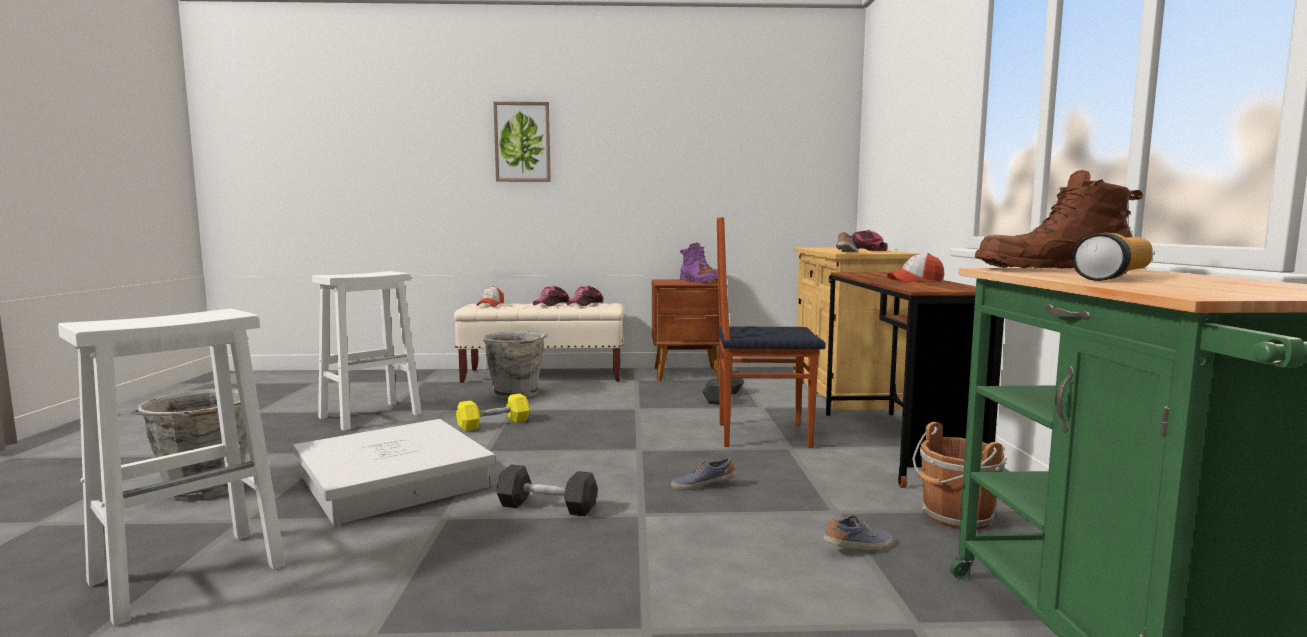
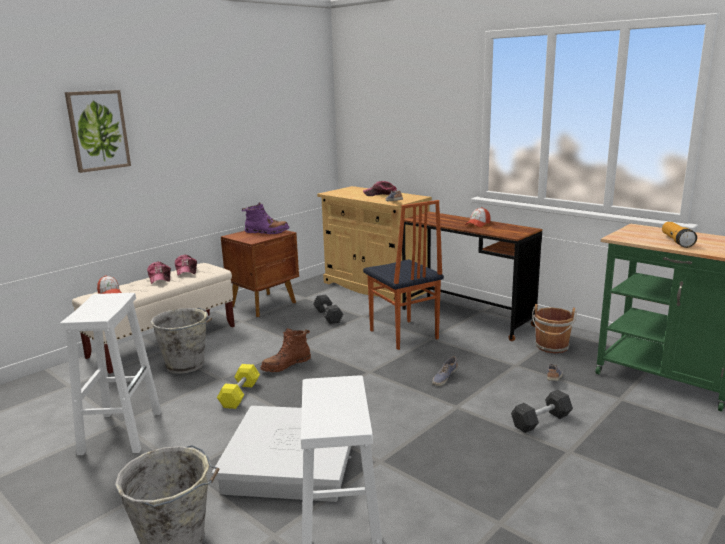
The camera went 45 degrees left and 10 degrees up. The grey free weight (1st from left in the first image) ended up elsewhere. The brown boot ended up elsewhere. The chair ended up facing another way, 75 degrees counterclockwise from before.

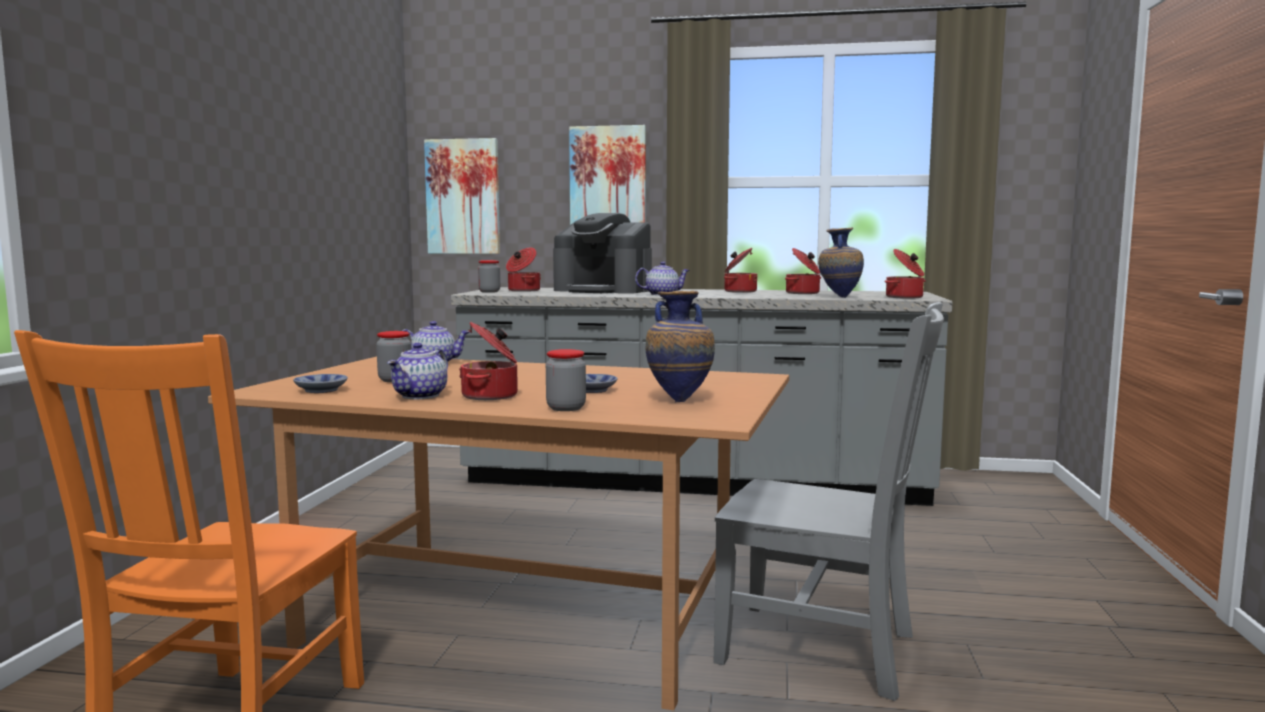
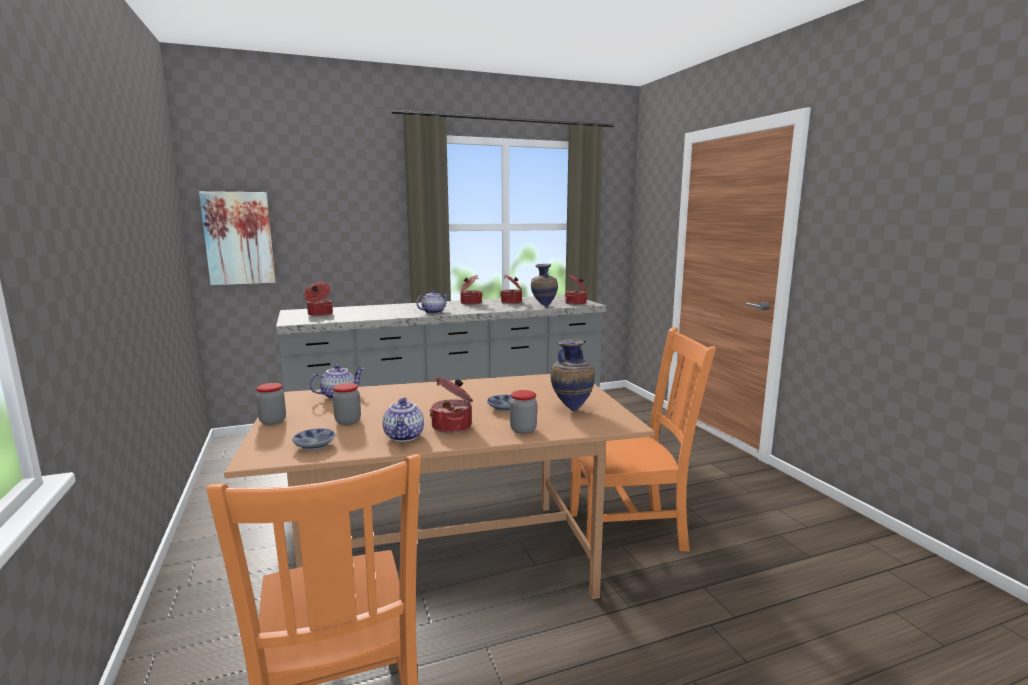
The camera went 30 degrees left and 5 degrees up. The second view lost the coffee brewer. The second view lost the picture (2nd from left). The storage jar (2nd from left in the first image) ended up elsewhere. What was the grey chair turned into the orange chair (2nd from left).

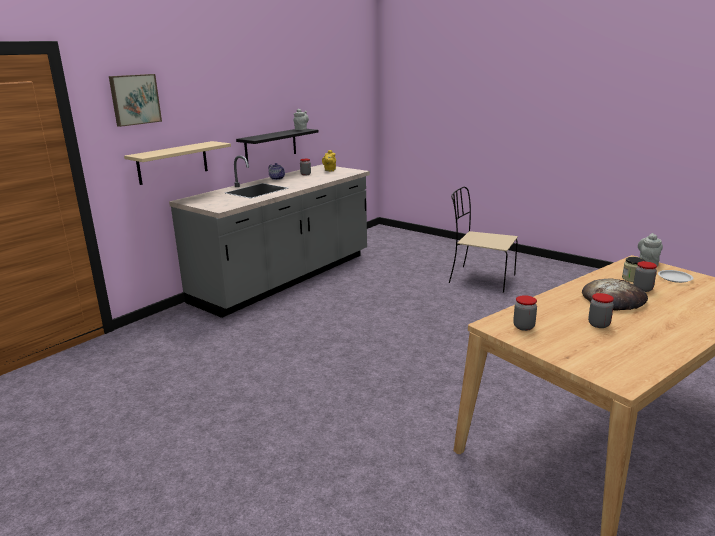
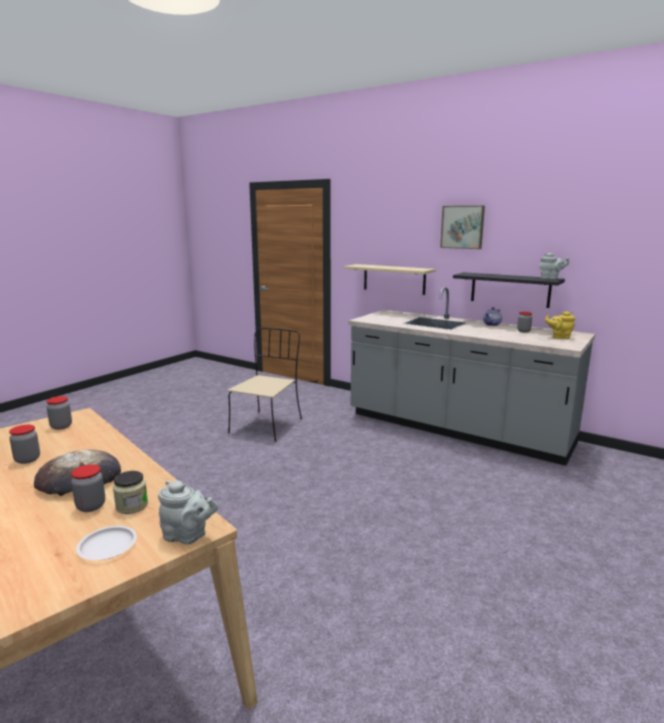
The camera went 85 degrees right and 5 degrees down. The picture ended up elsewhere. The beige-coloured chair ended up elsewhere.

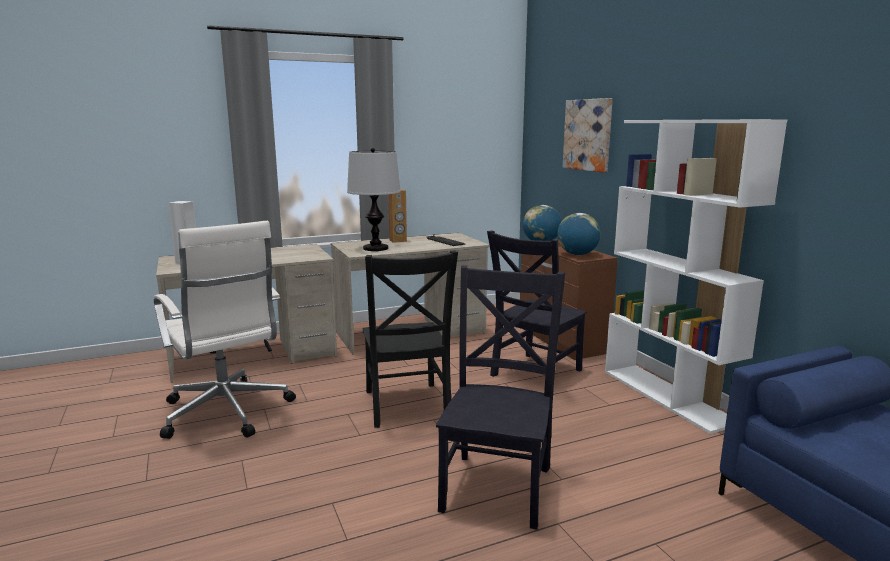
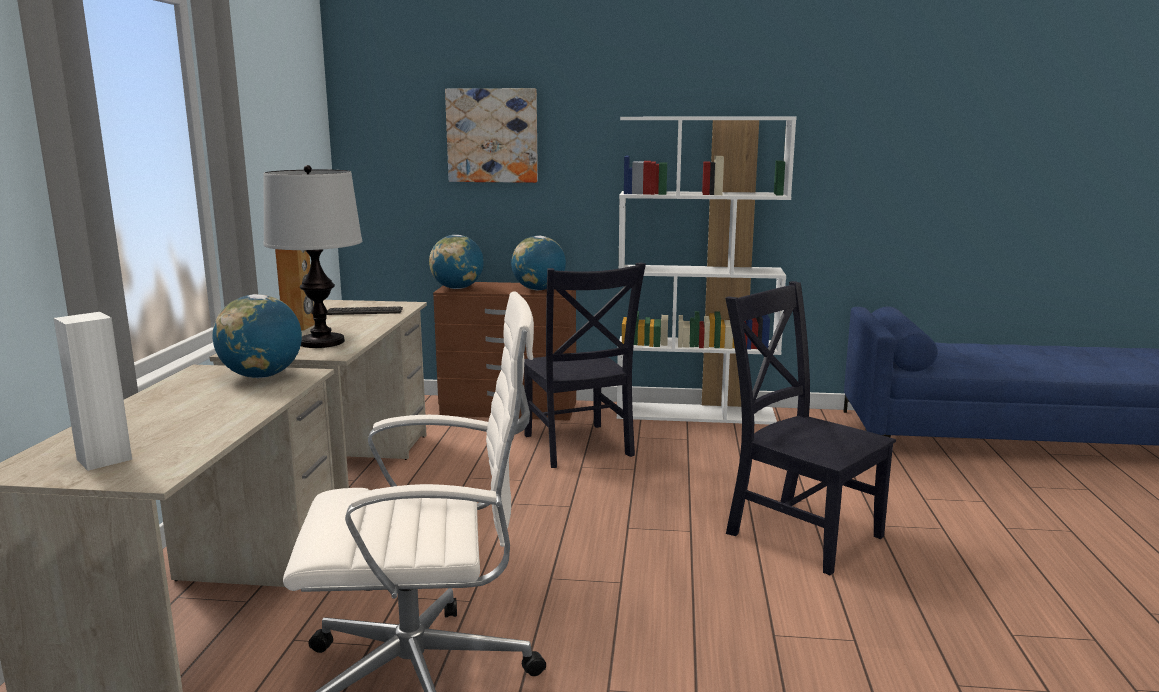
The camera went 60 degrees left and 0 degrees up. The second view lost the black-coloured chair (1st from left). The second view gained the desk globe (1st from left).

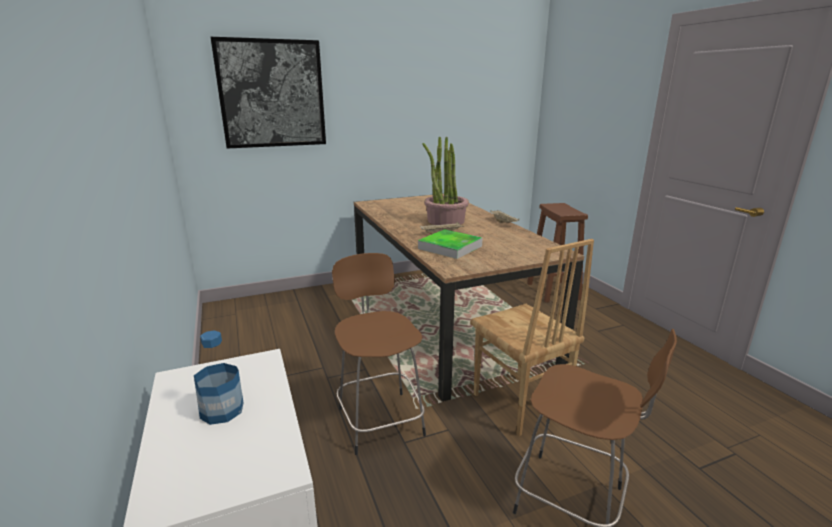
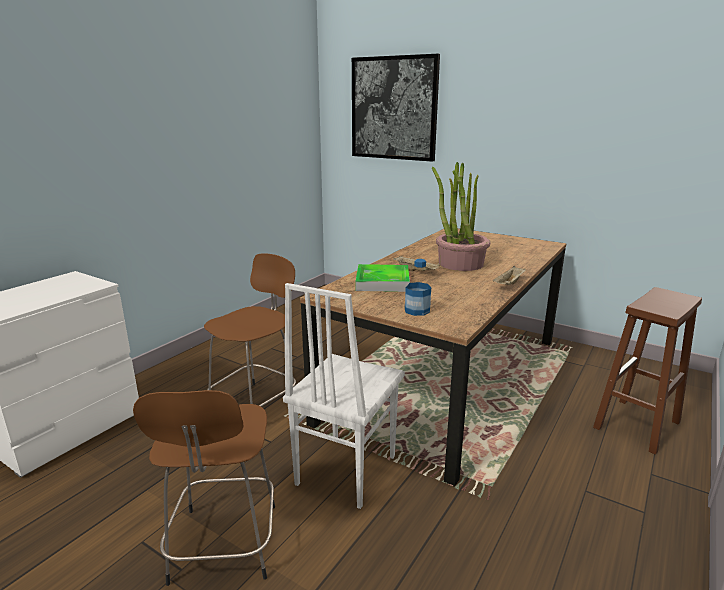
The camera went 55 degrees right and 0 degrees up. The beverage bottle ended up elsewhere. What was the brown chair turned into the white chair.

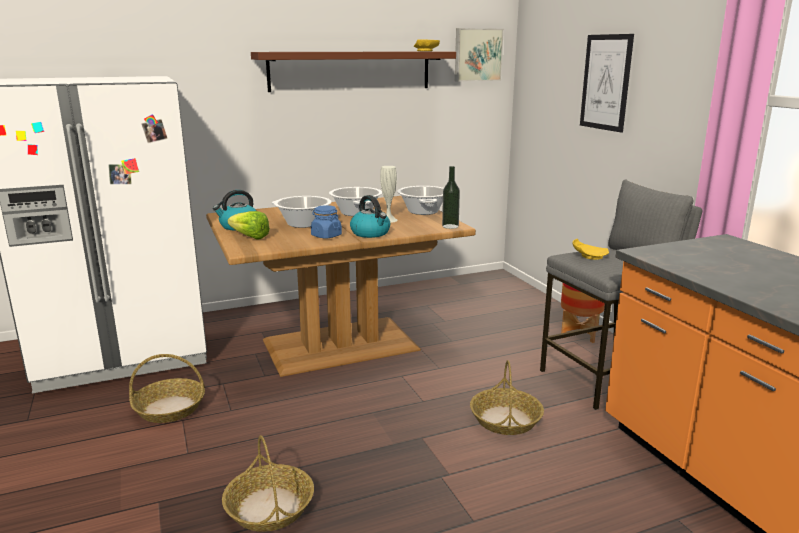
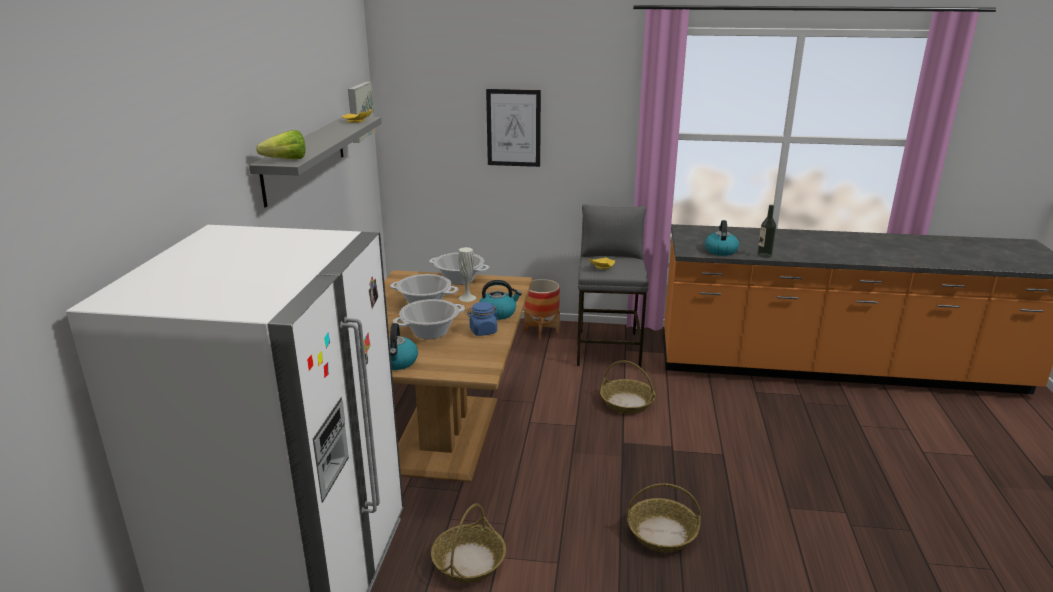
The camera went 60 degrees left and 5 degrees up. The second view gained the water kettle (3rd from left). The lettuce ended up elsewhere. The beverage bottle ended up elsewhere. What was the brown wall shelf turned into the grey wall shelf.

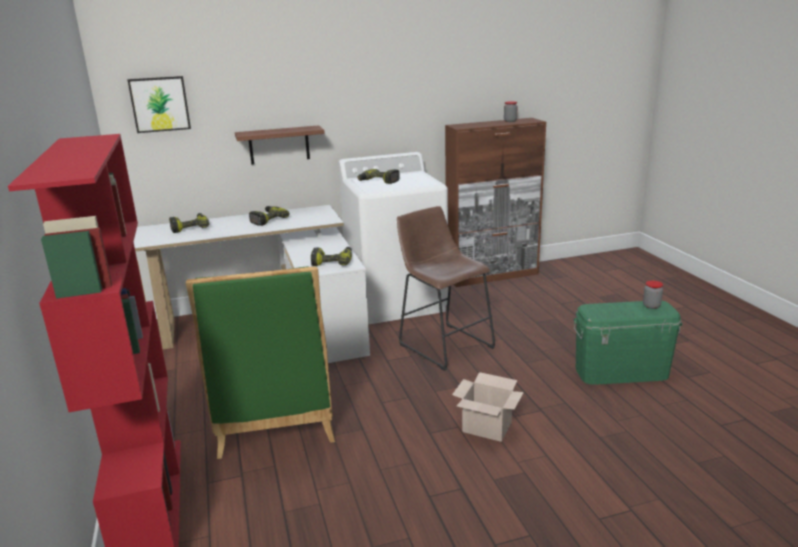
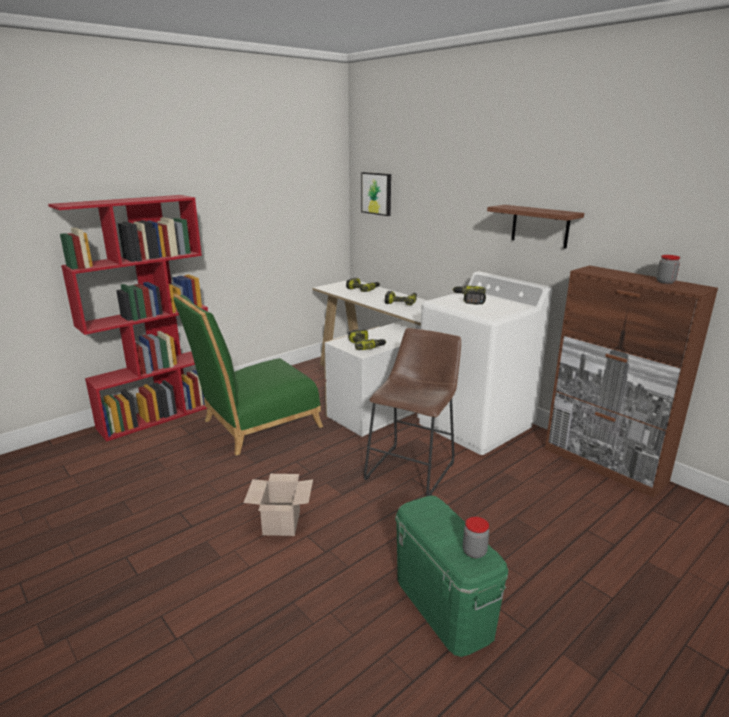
The camera went 65 degrees right and 0 degrees up. The wall shelf ended up elsewhere.

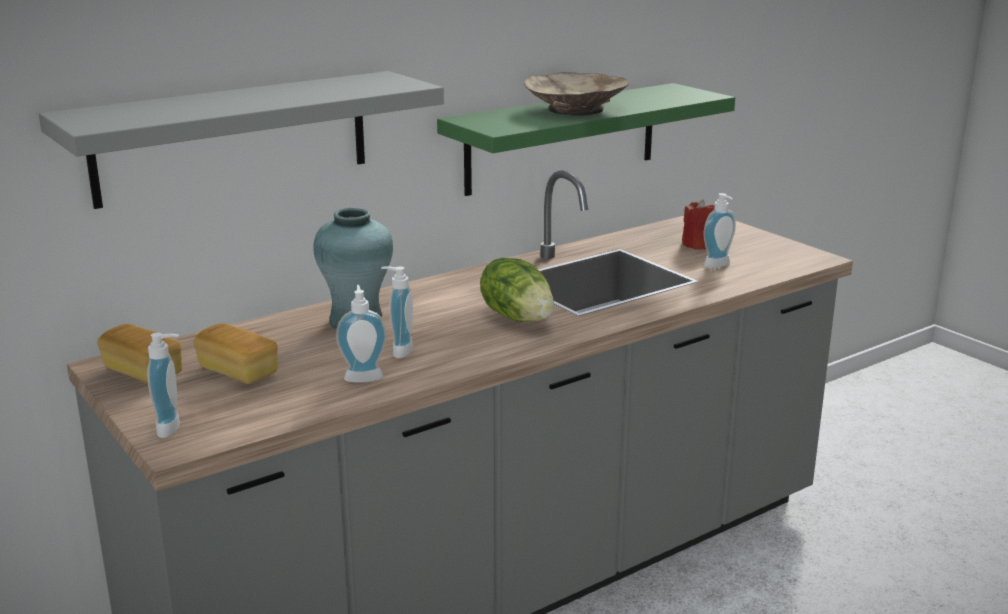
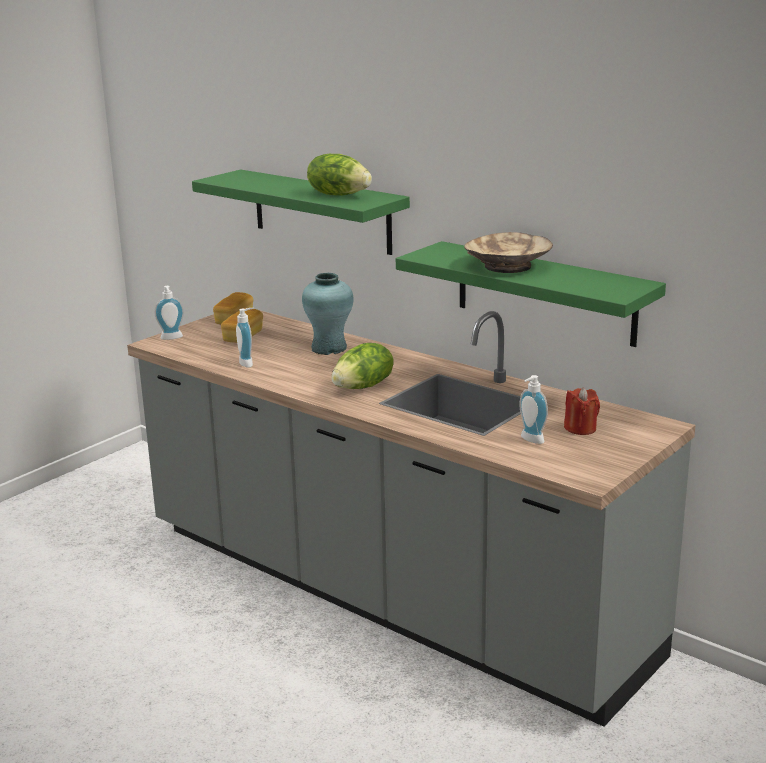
The camera went 75 degrees right and 0 degrees up. The second view lost the soap bottle (3rd from left). The second view gained the lettuce (1st from left). What was the grey wall shelf turned into the green wall shelf (1st from left).

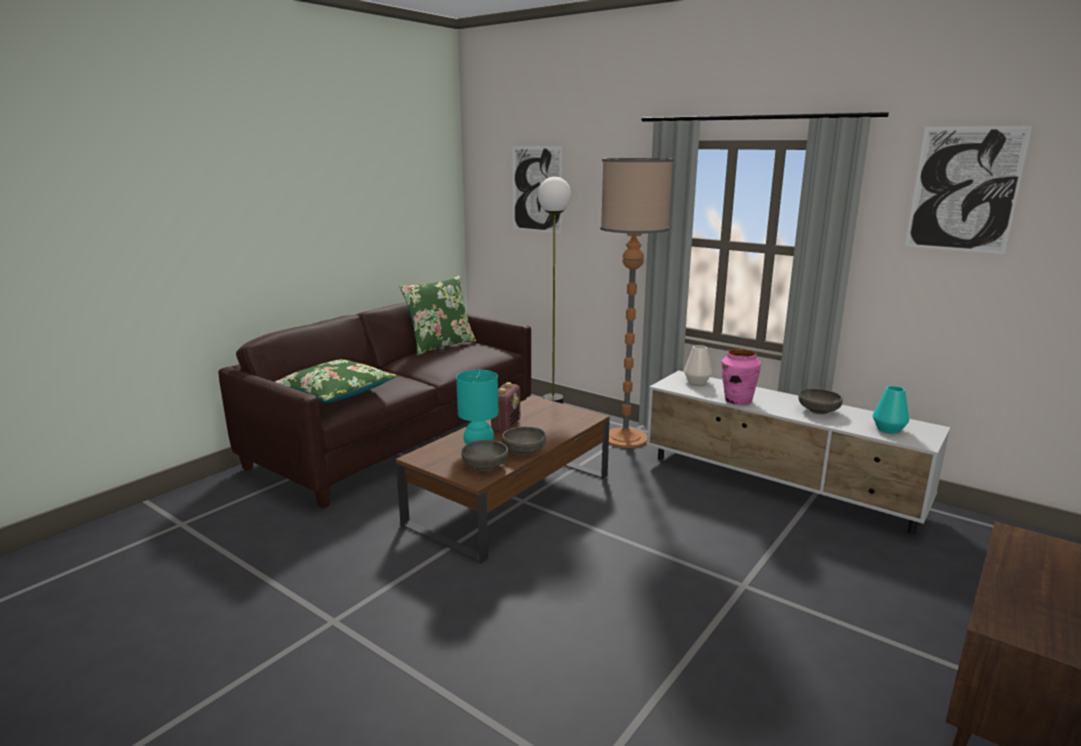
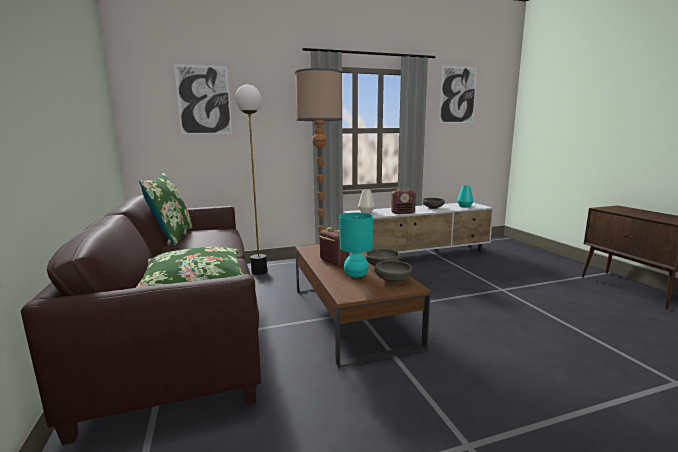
The camera went 55 degrees left and 5 degrees down. Where the pinkish vase stood, the radio (2nd from left) came to stand.

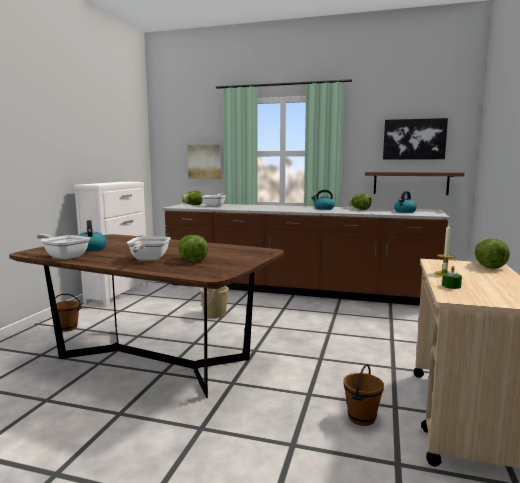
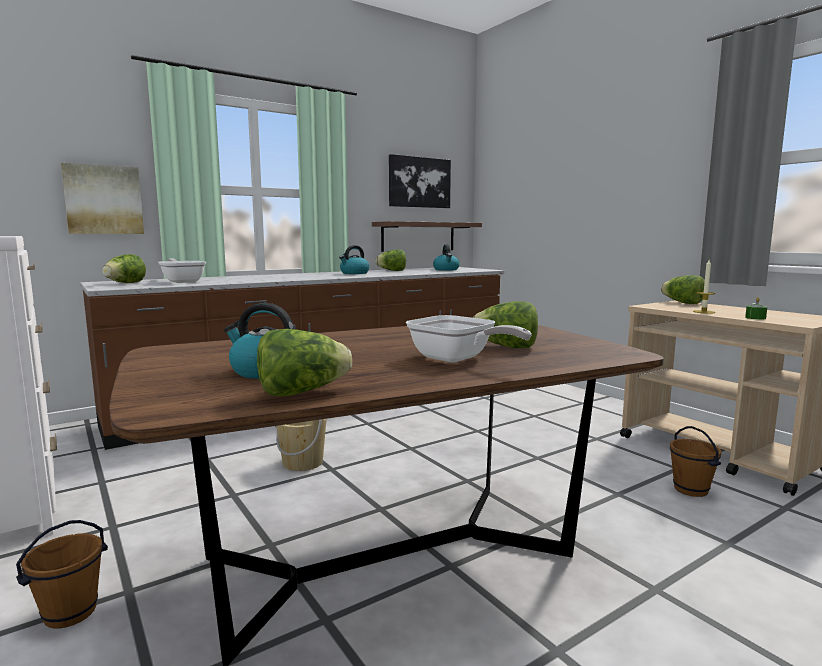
The camera went 50 degrees left and 0 degrees up. Where the pan (1st from left) stood, the lettuce (2nd from left) came to stand.

